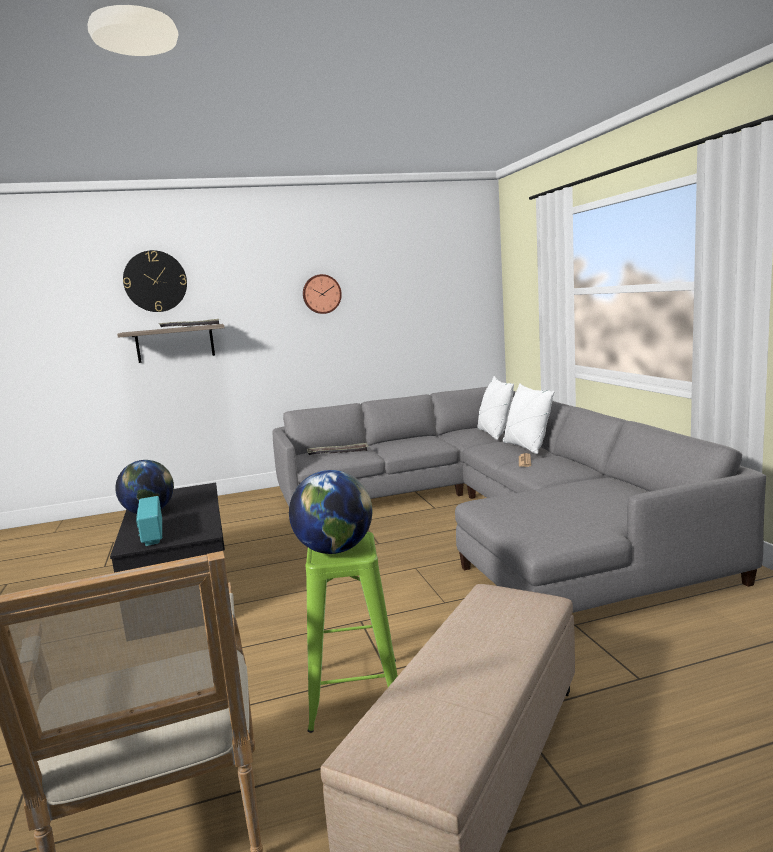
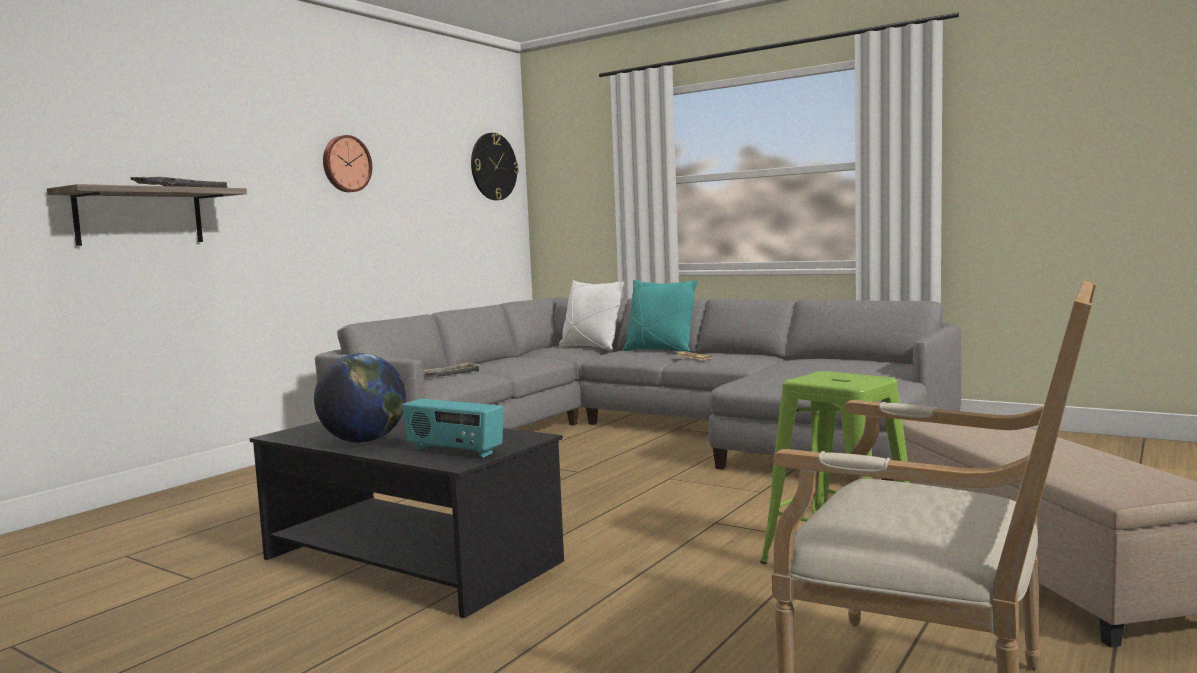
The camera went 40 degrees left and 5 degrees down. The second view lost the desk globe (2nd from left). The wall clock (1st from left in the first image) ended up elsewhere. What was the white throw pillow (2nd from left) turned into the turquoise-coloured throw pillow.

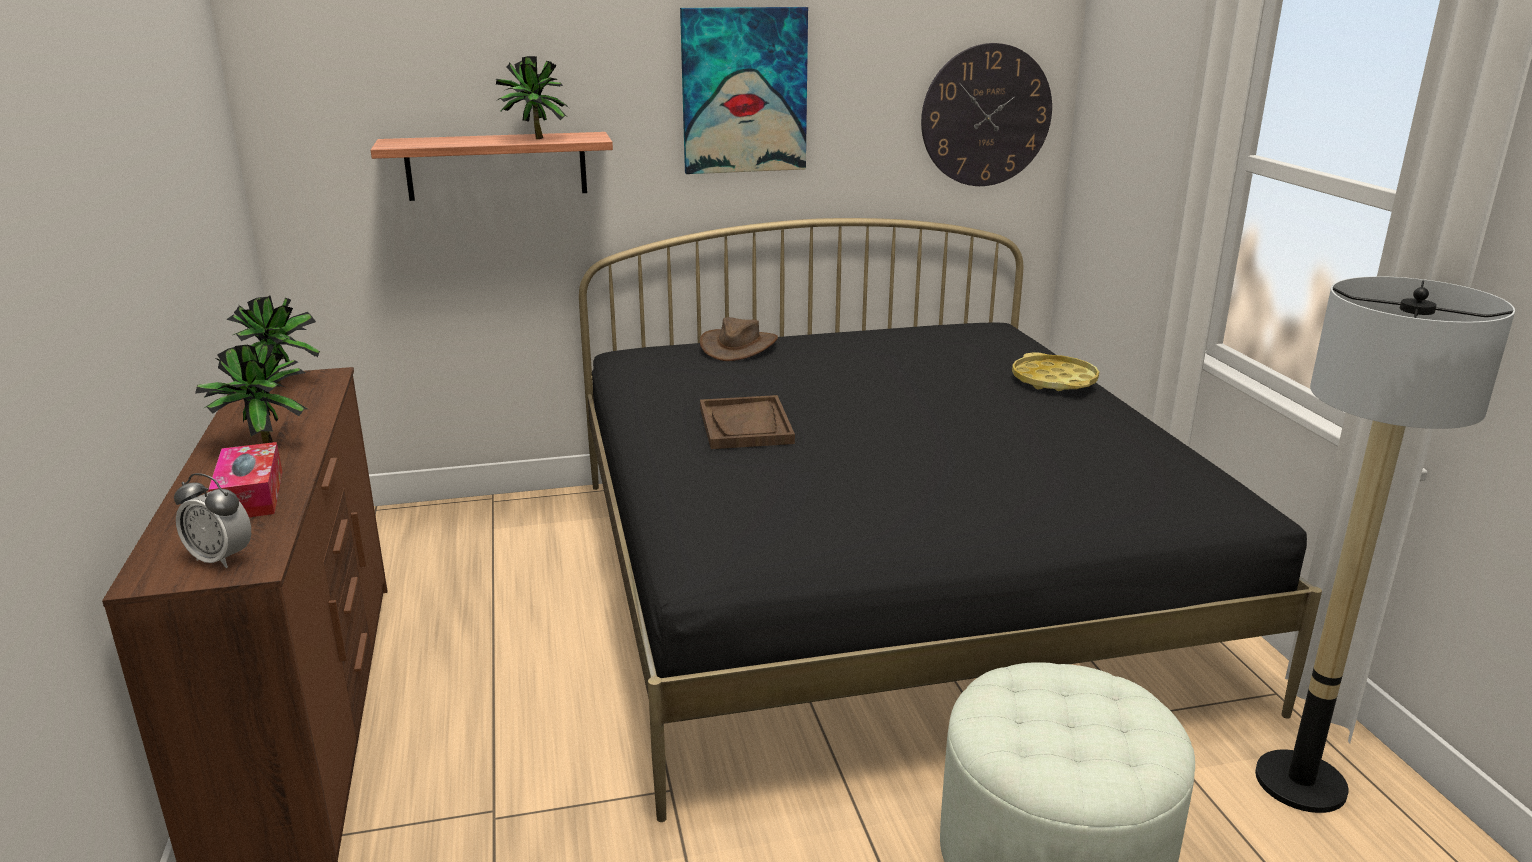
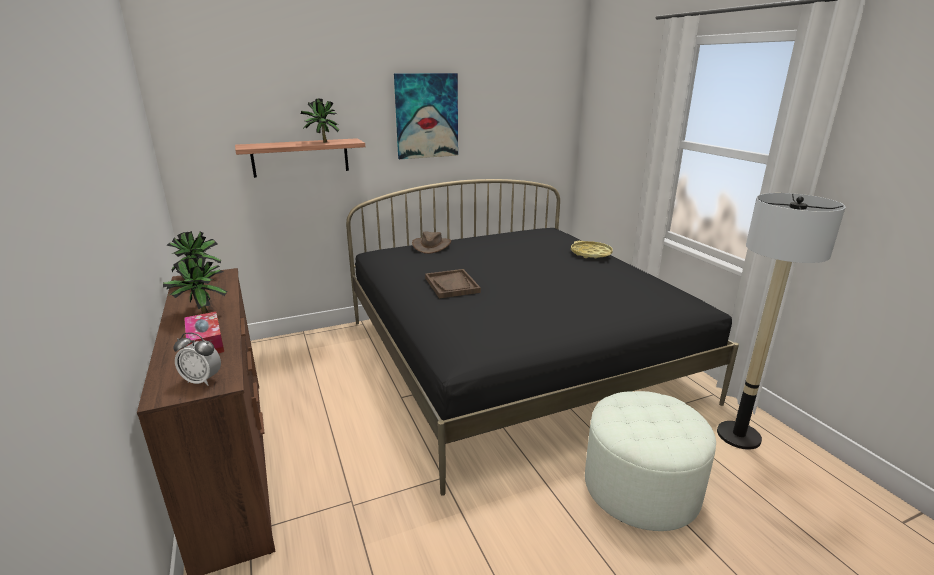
The camera went 10 degrees left and 0 degrees up. The second view lost the wall clock.

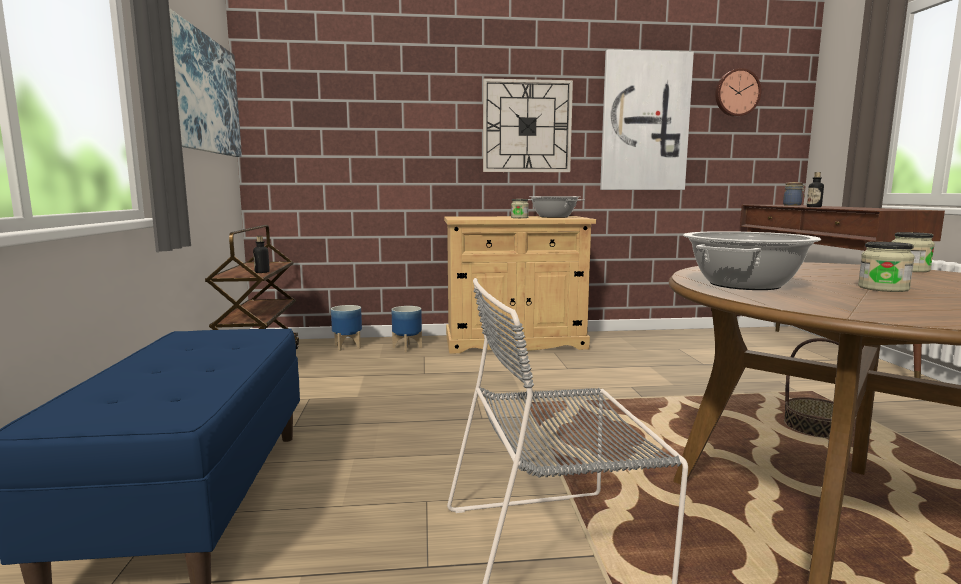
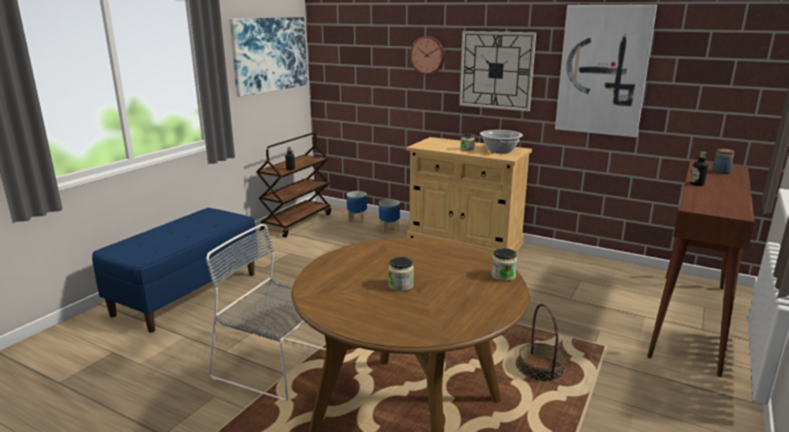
The camera went 35 degrees right and 10 degrees up. The second view lost the cooking pot (2nd from left). The wall clock (2nd from left in the first image) ended up elsewhere.

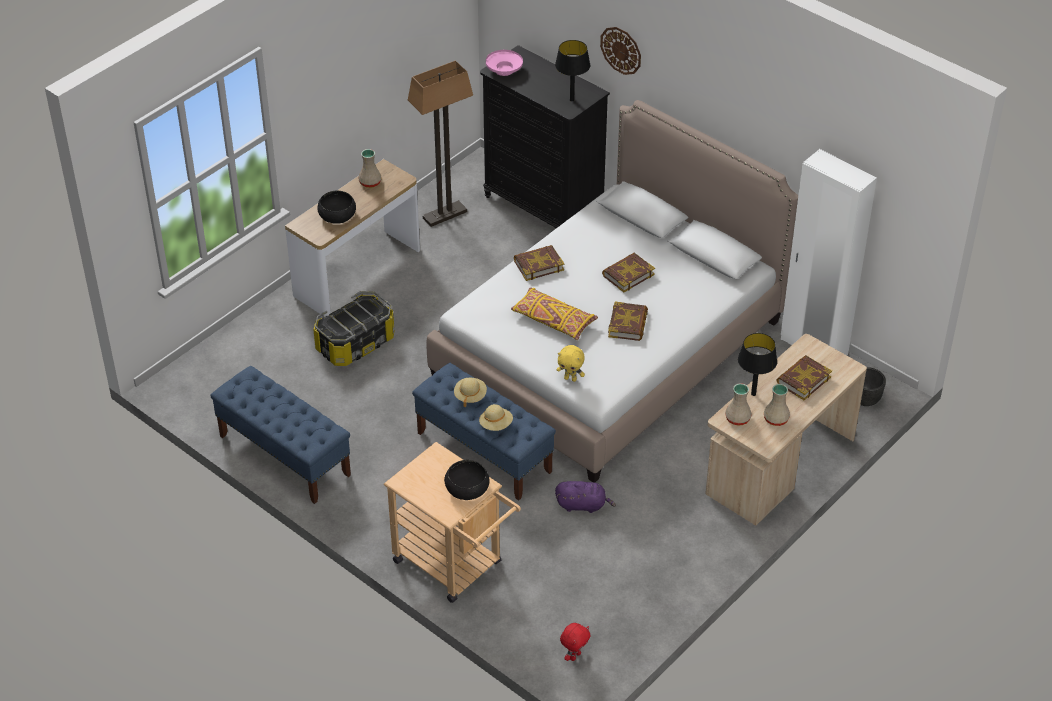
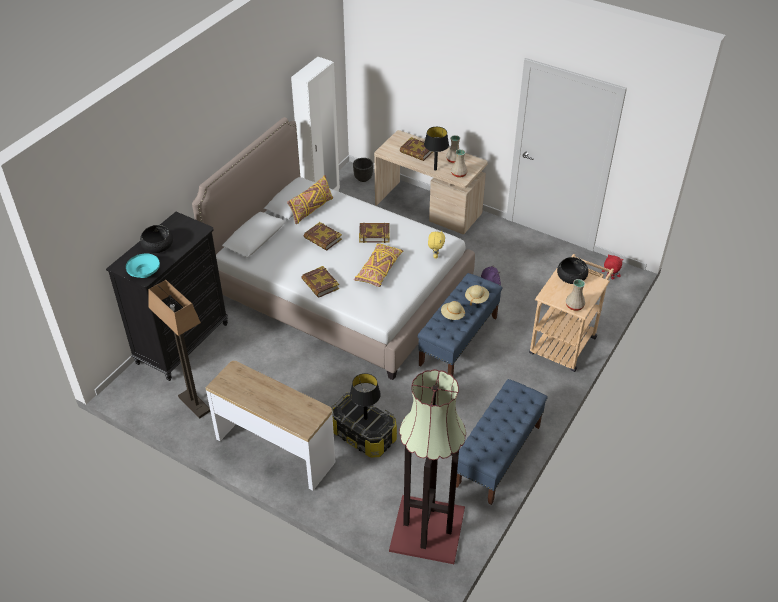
The camera went 100 degrees left and 0 degrees up. The second view lost the wall clock. The second view gained the yellow throw pillow (1st from left). The second view gained the standing lamp (2nd from left). The black-coloured deep dish (1st from left) ended up elsewhere. The beige-coloured vase (1st from left in the first image) ended up elsewhere. The black-coloured tabletop lamp (1st from left) ended up elsewhere. What was the pinkish deep dish turned into the turquoise-coloured deep dish.

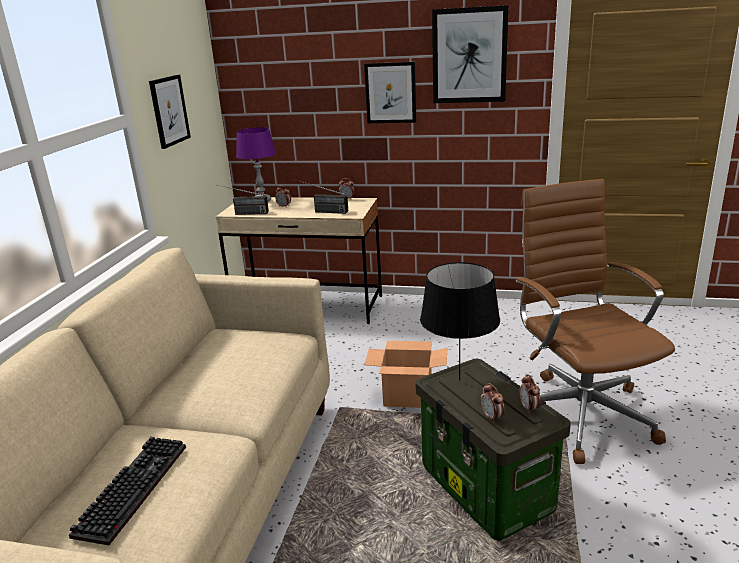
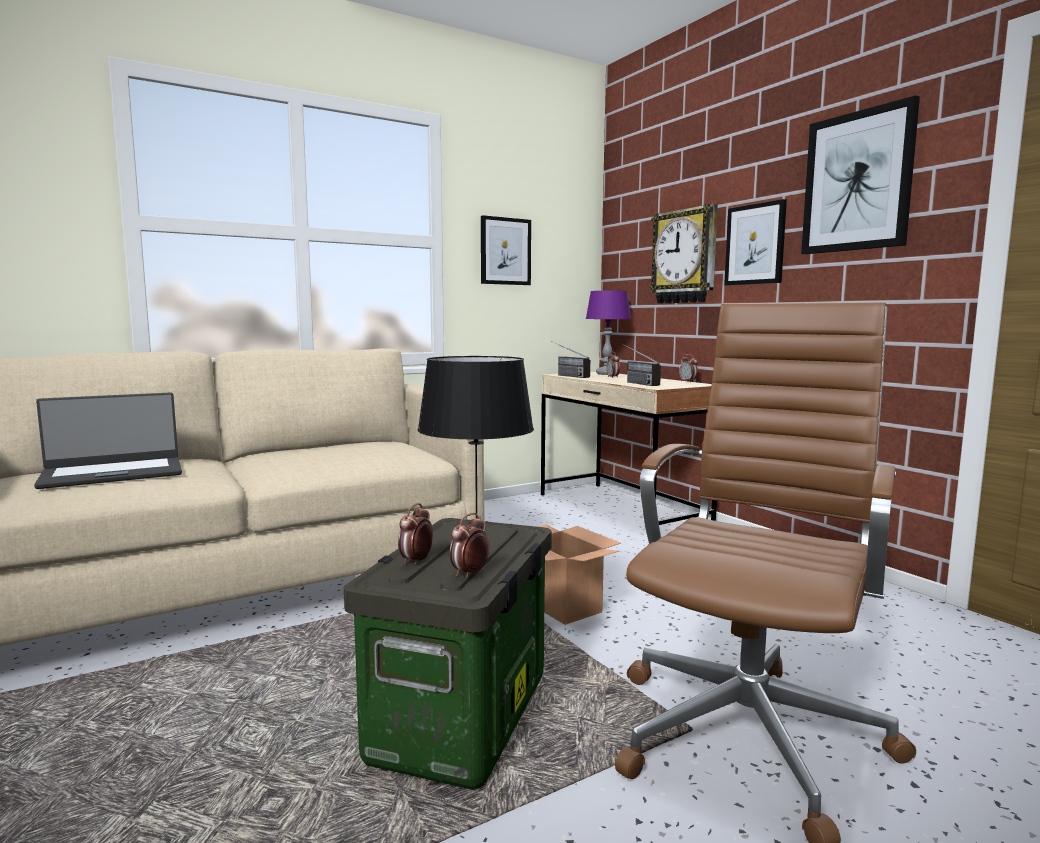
The camera went 45 degrees right and 15 degrees down. The second view gained the wall clock. Where the keyboard stood, the portable computer came to stand.

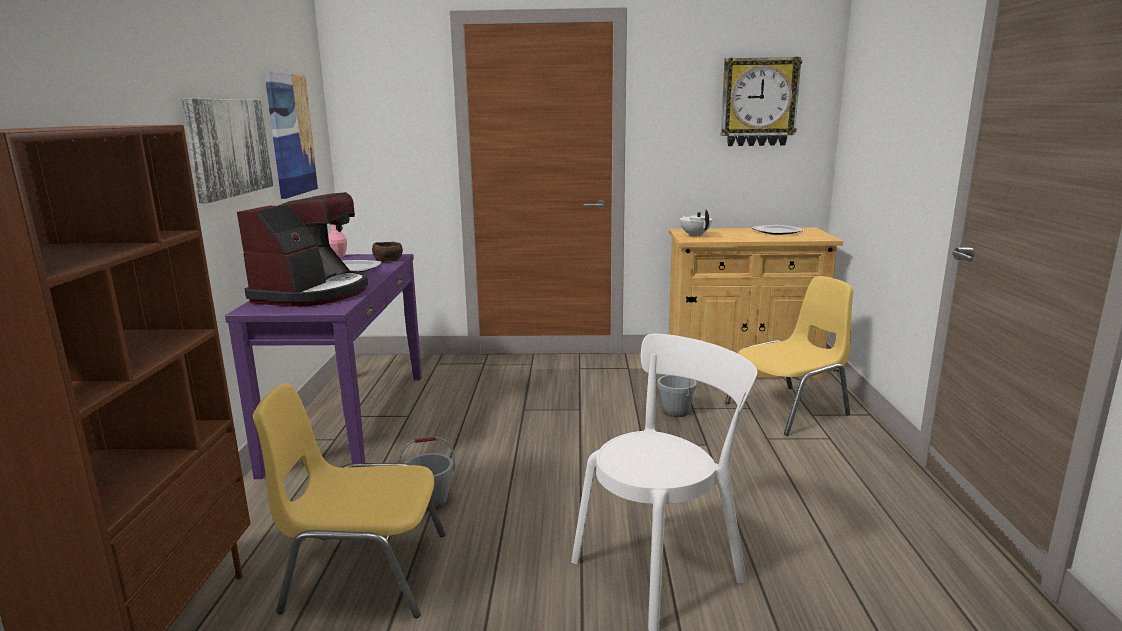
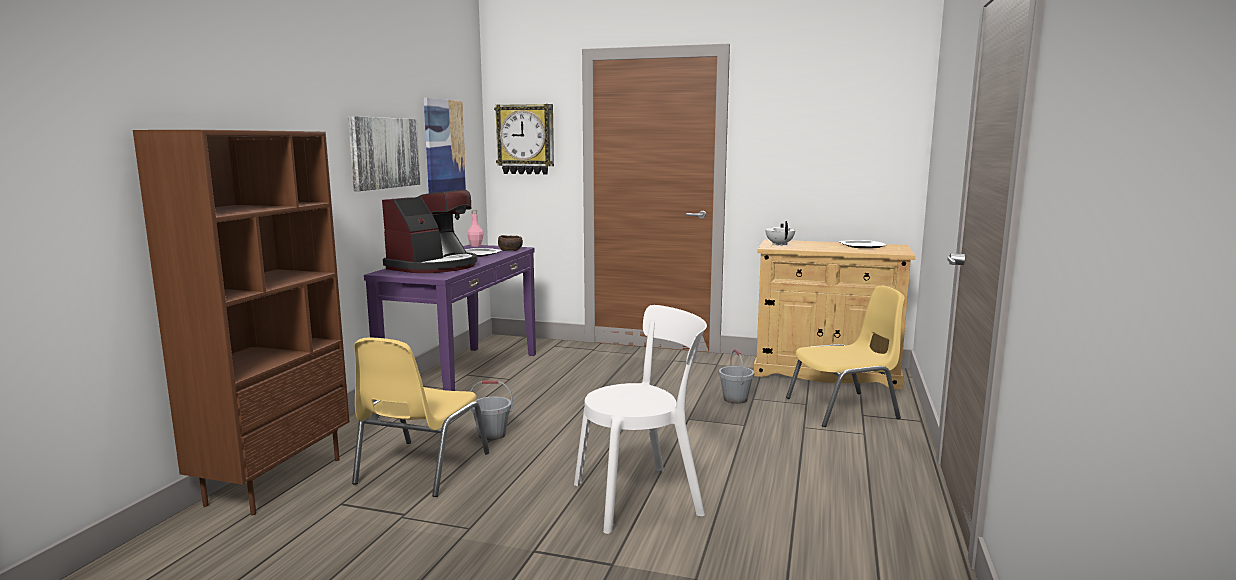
The camera went 15 degrees right and 5 degrees down. The wall clock ended up elsewhere. The yellow chair (1st from left) ended up facing another way, 90 degrees counterclockwise from before.

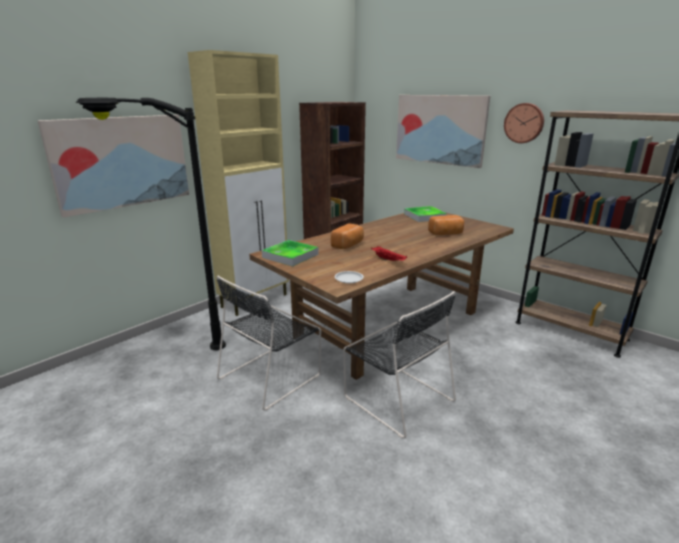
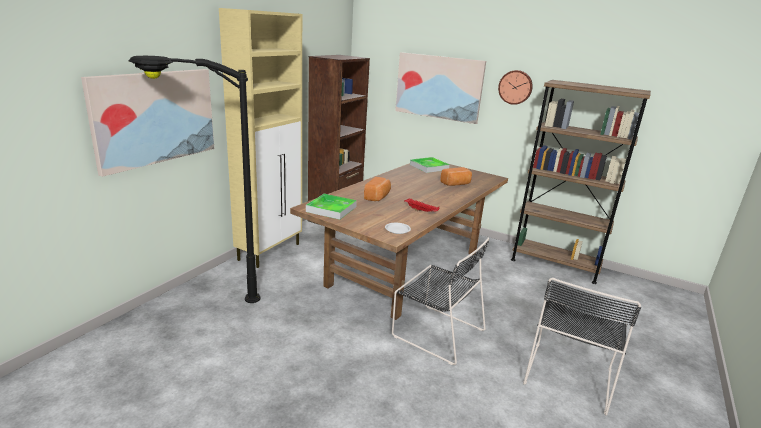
The camera went 15 degrees left and 0 degrees up. The black-coloured chair (1st from left in the first image) ended up elsewhere.

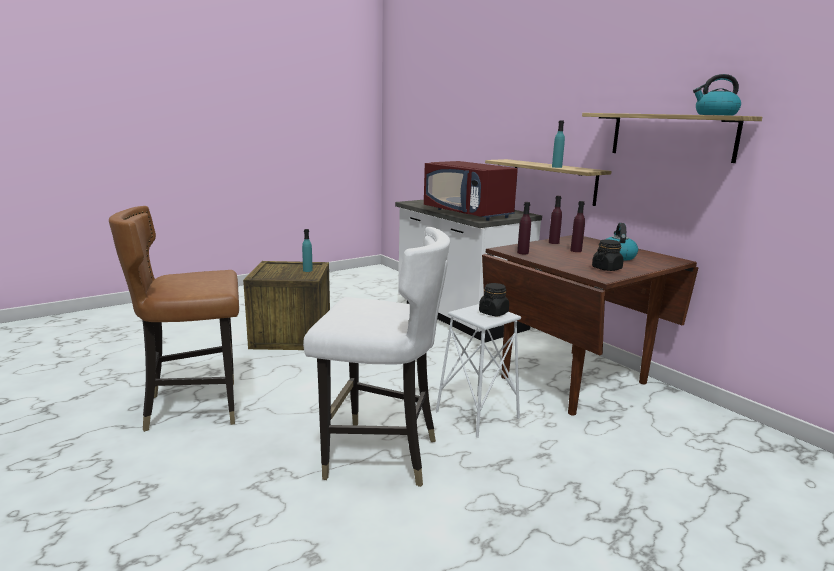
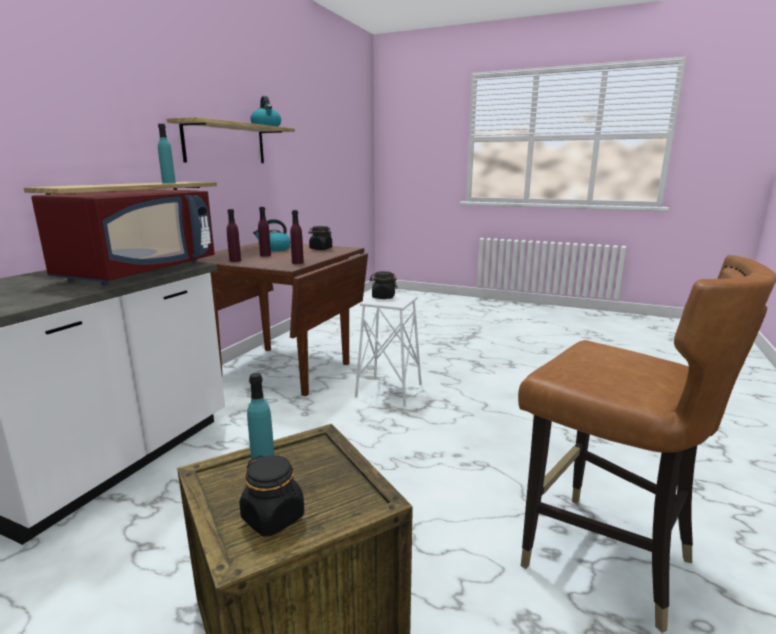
The camera went 120 degrees left and 0 degrees up. The second view lost the white chair. The second view gained the black-coloured storage jar (1st from left).

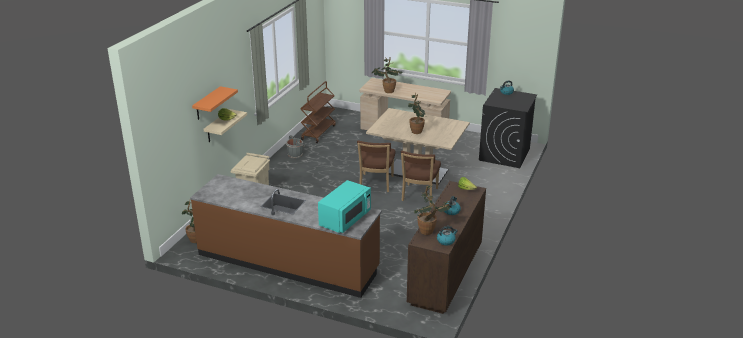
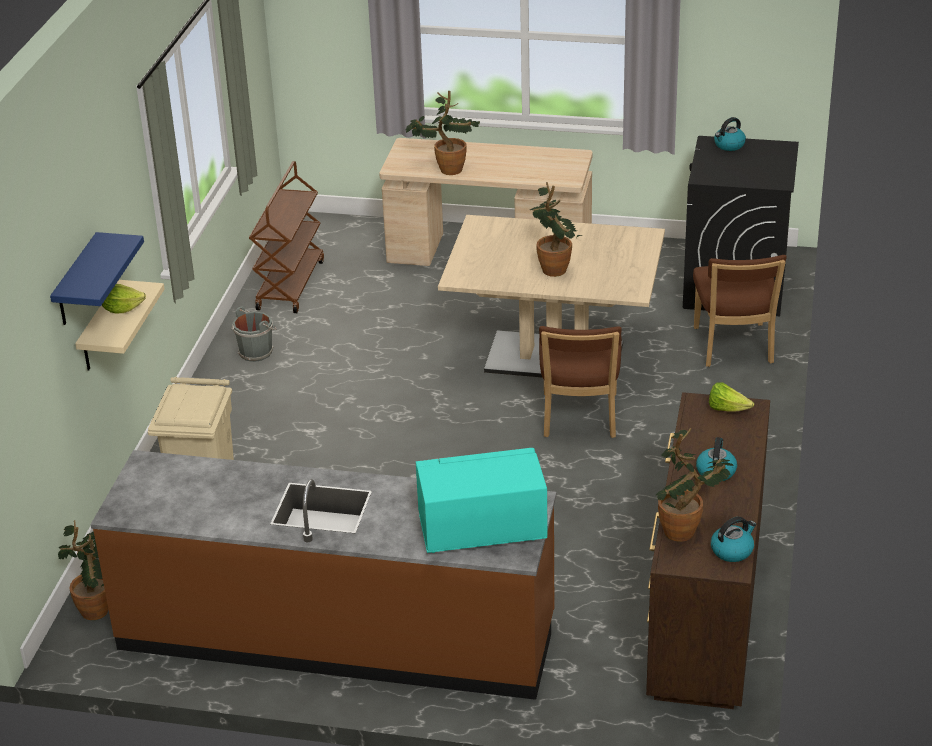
The camera went 10 degrees left and 5 degrees up. The brown chair (1st from left in the first image) ended up elsewhere. What was the orange wall shelf turned into the blue wall shelf. The turquoise-coloured microwave ended up facing another way, 120 degrees counterclockwise from before.

